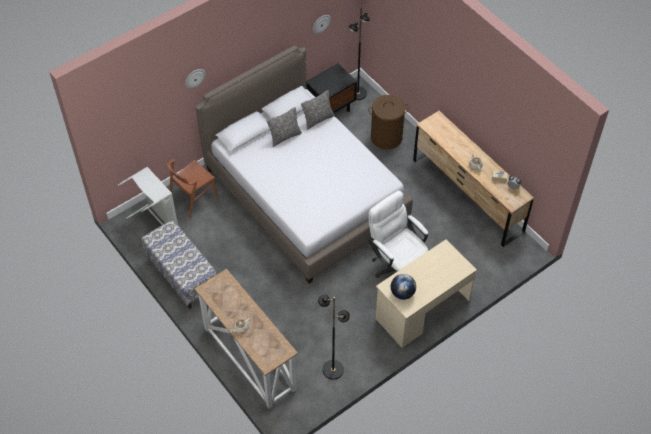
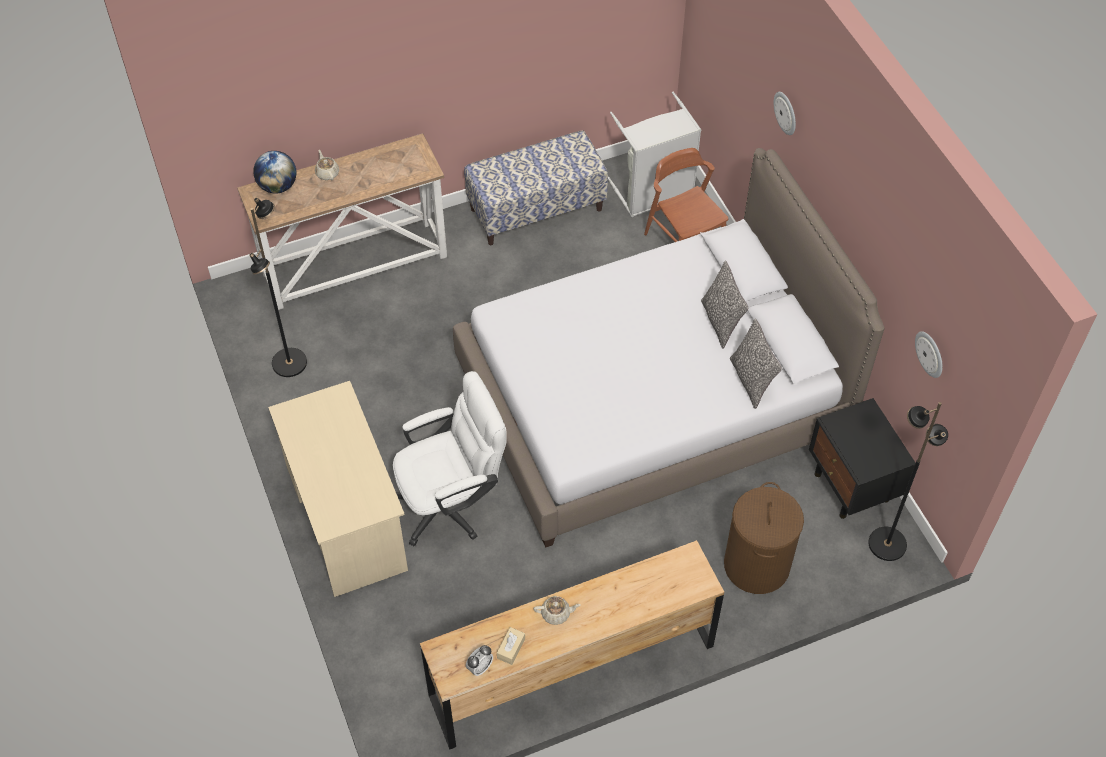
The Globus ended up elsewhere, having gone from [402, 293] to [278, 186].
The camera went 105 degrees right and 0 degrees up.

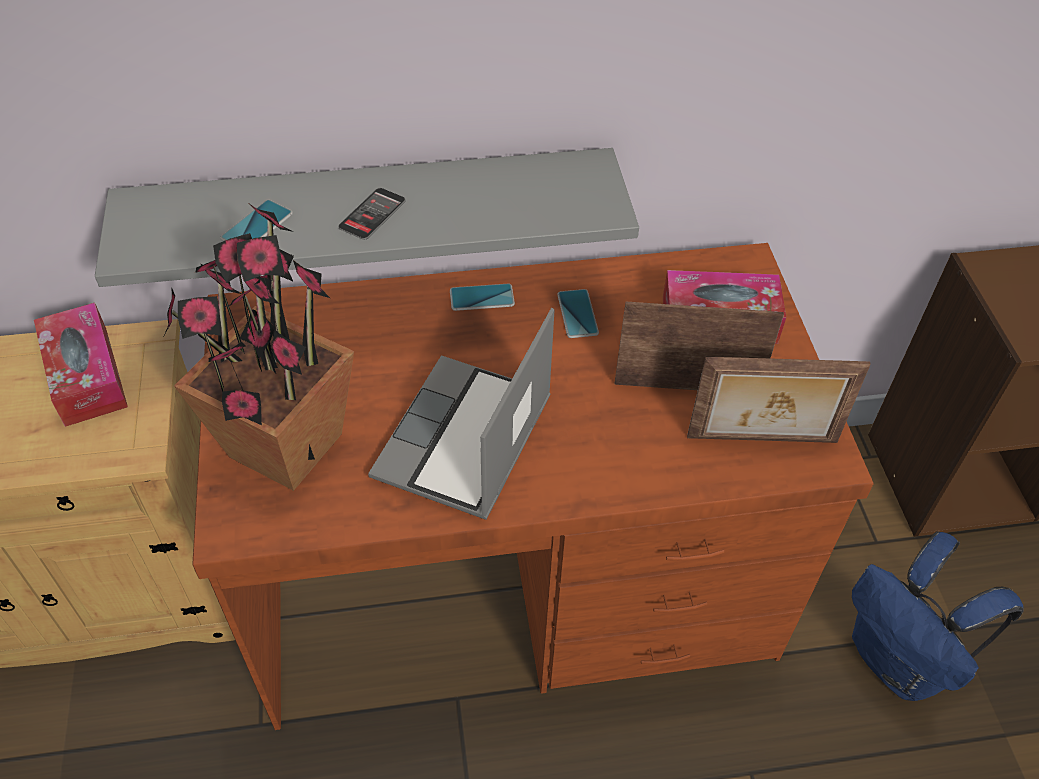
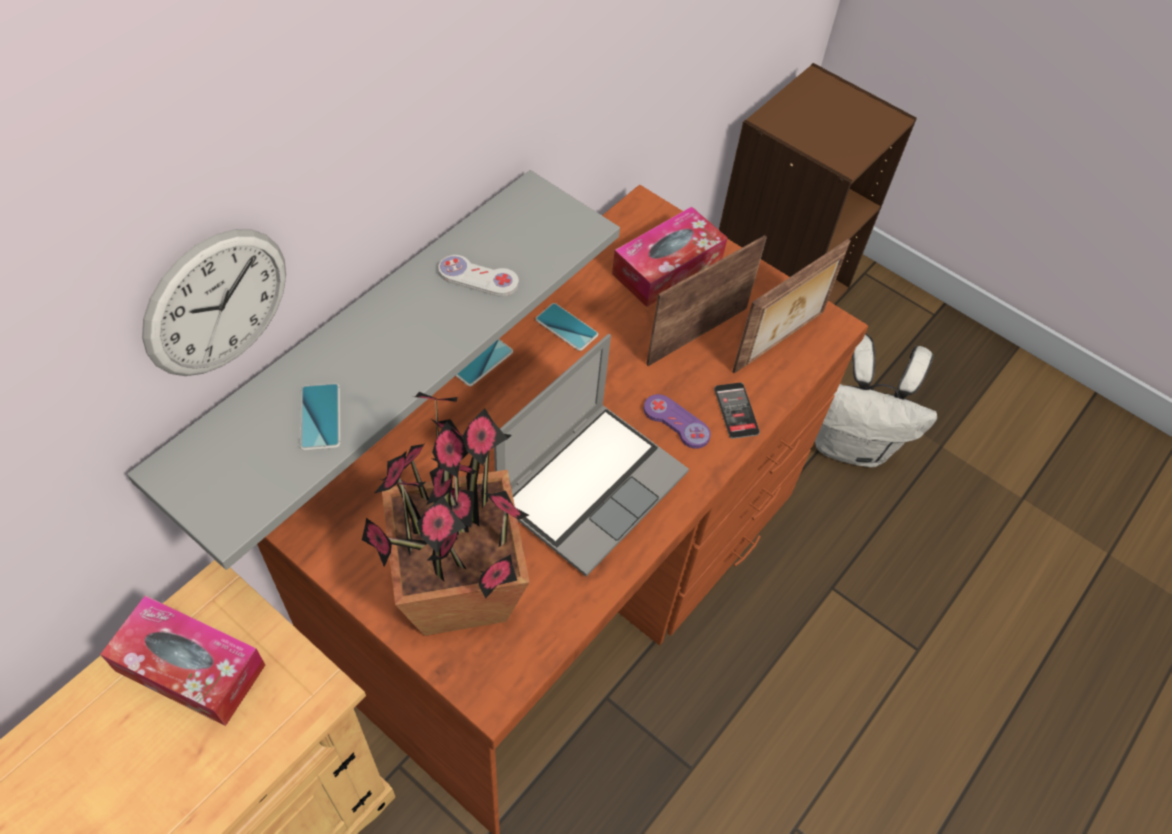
The Handy ended up elsewhere, having gone from [372, 214] to [736, 411].
The Laptop at [465, 441] ended up facing another way, 120 degrees counterclockwise from before.
What was the Rucksack/blau at [899, 662] turned into the Rucksack/weiß at [851, 443].
The second view gained the Wanduhr at [217, 303].
The second view gained the Gamepad/weiß at [478, 277].
The second view gained the Gamepad/lila at [676, 422].
The camera went 45 degrees left and 5 degrees up.

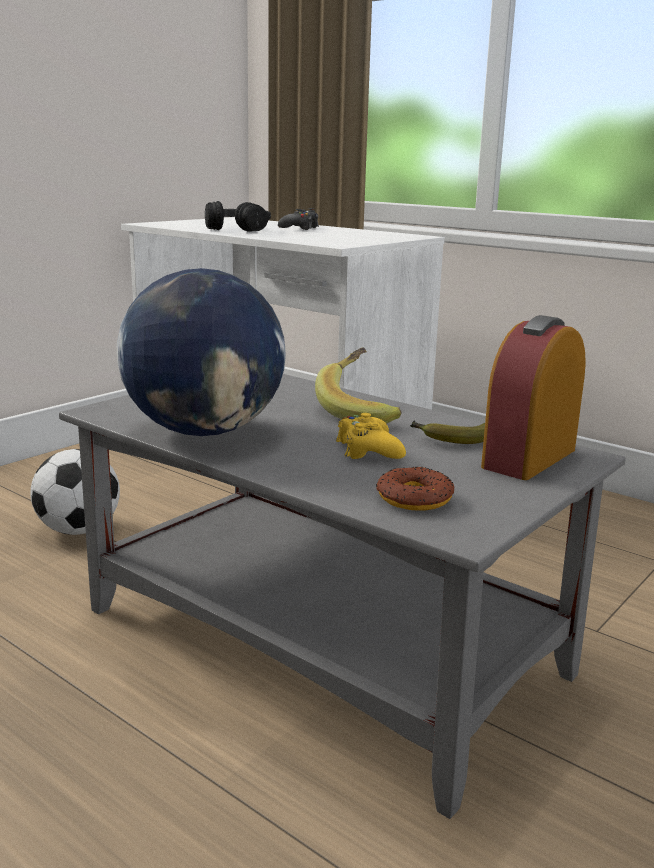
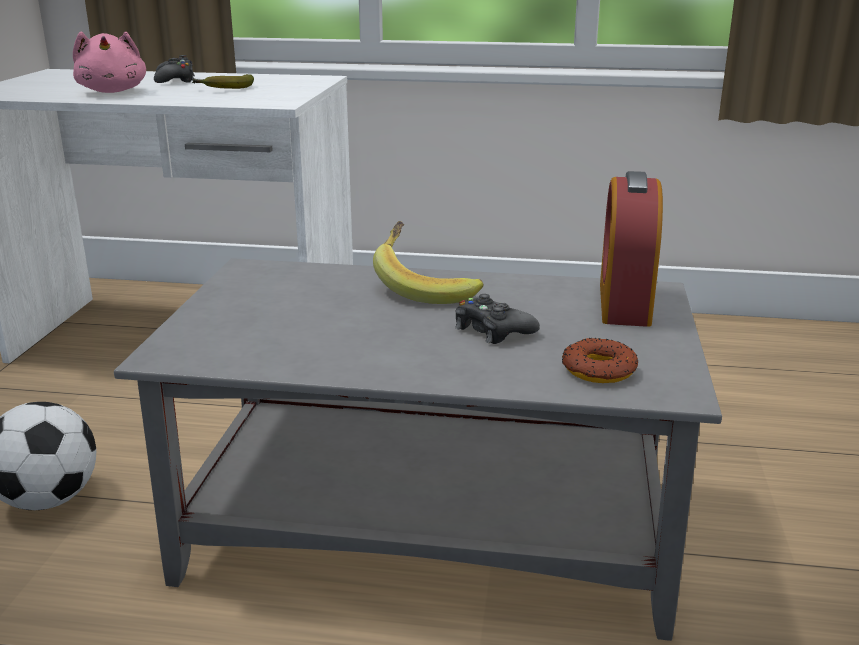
The second view lost the Globus at [205, 431].
Where the Kopfhörer/schwarz stood at [238, 229], the Plüschtier/rosa came to stand at [113, 91].
What was the Gamepad/gelb at [368, 449] turned into the Gamepad/schwarz at [492, 330].
The Banane ended up elsewhere, having gone from [452, 439] to [225, 88].
The camera went 30 degrees left and 5 degrees up.

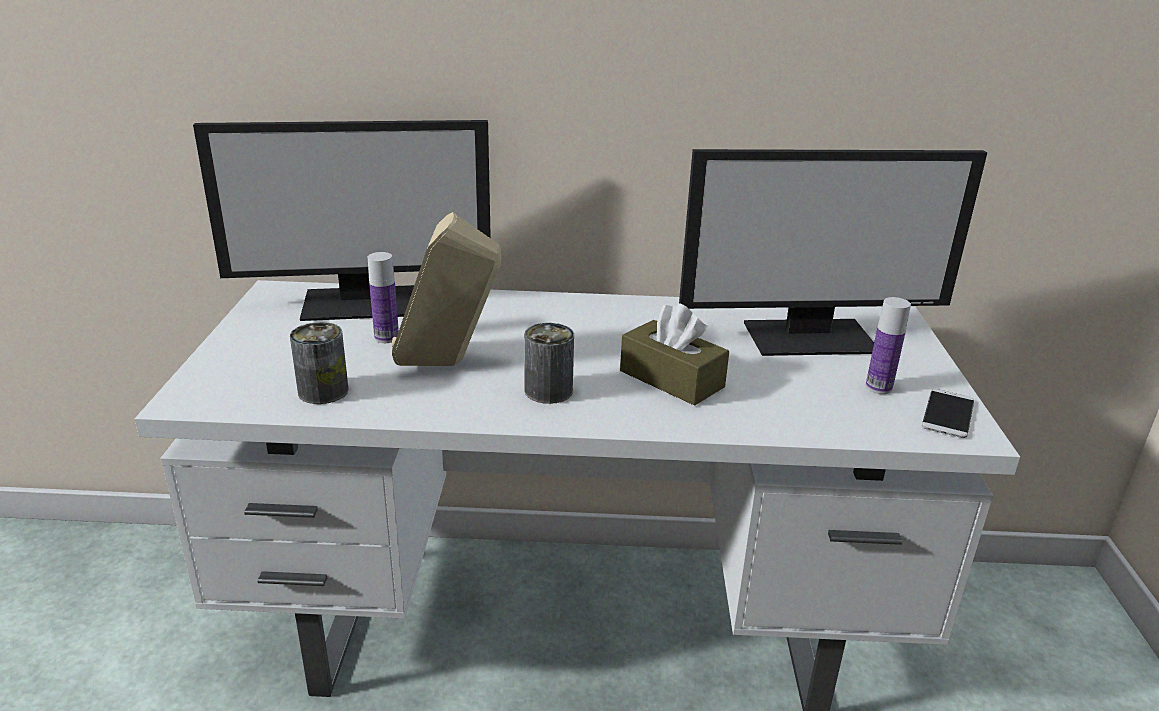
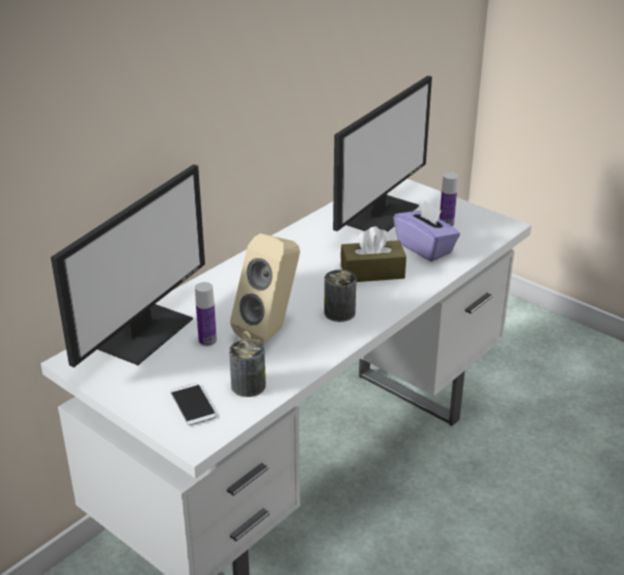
The Handy ended up elsewhere, having gone from [948, 414] to [193, 405].
The second view gained the Taschentuchbox/lila at [425, 248].
The camera went 50 degrees left and 5 degrees up.

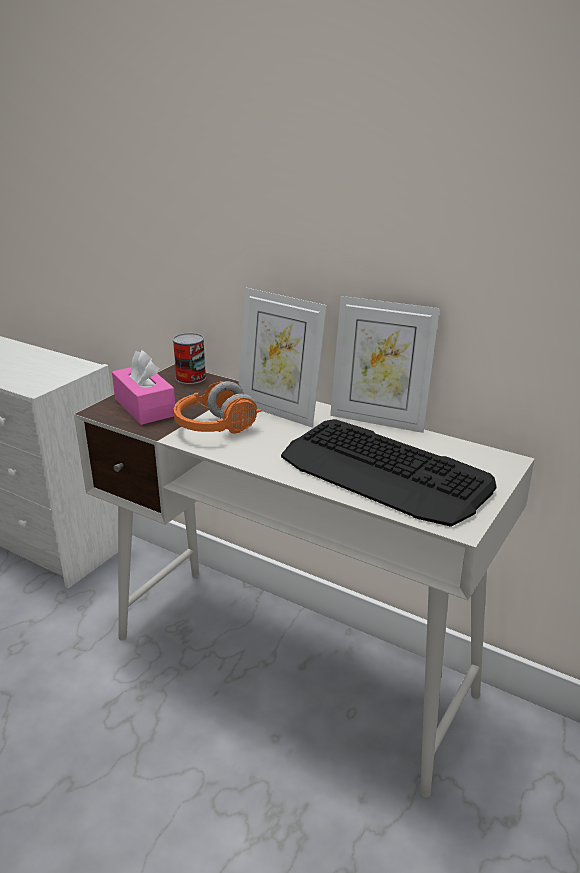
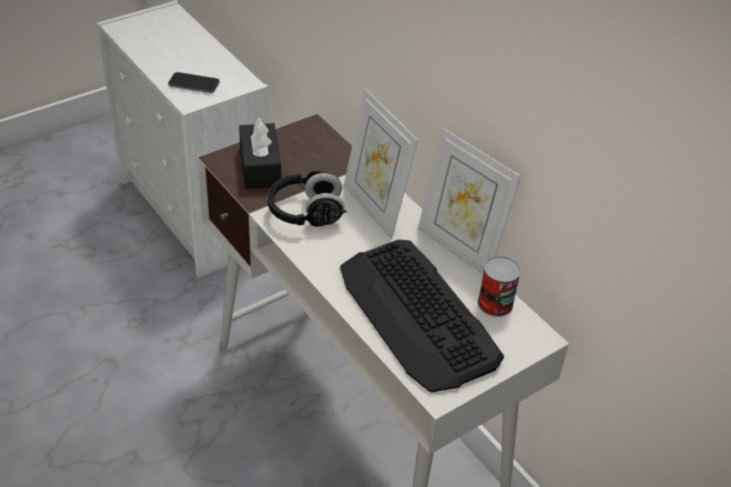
What was the Taschentuchbox/rosa at [145, 407] turned into the Taschentuchbox/schwarz at [260, 167].
The Dose ended up elsewhere, having gone from [191, 378] to [495, 303].
What was the Kopfhörer/orange at [216, 428] turned into the Kopfhörer/schwarz at [306, 213].
The second view gained the Handy at [194, 84].
The camera went 20 degrees right and 15 degrees up.

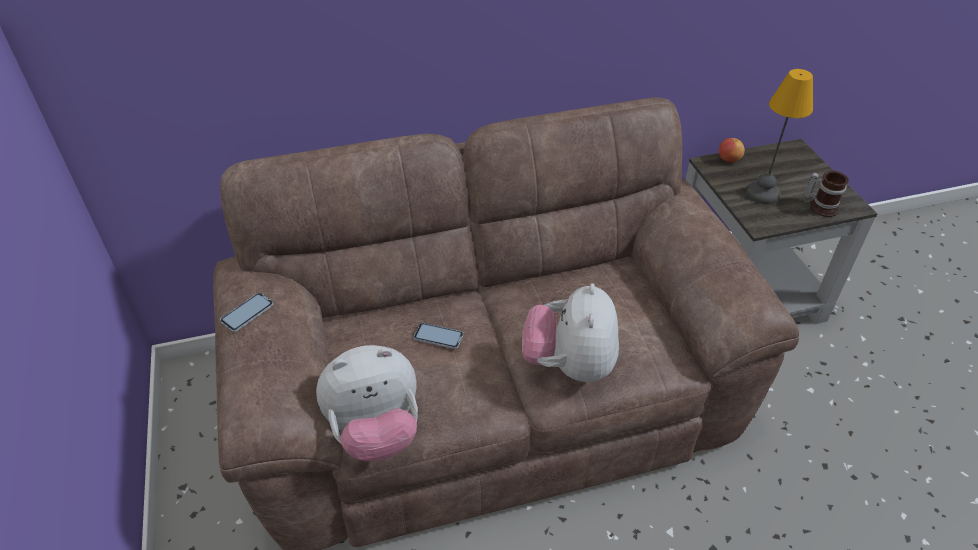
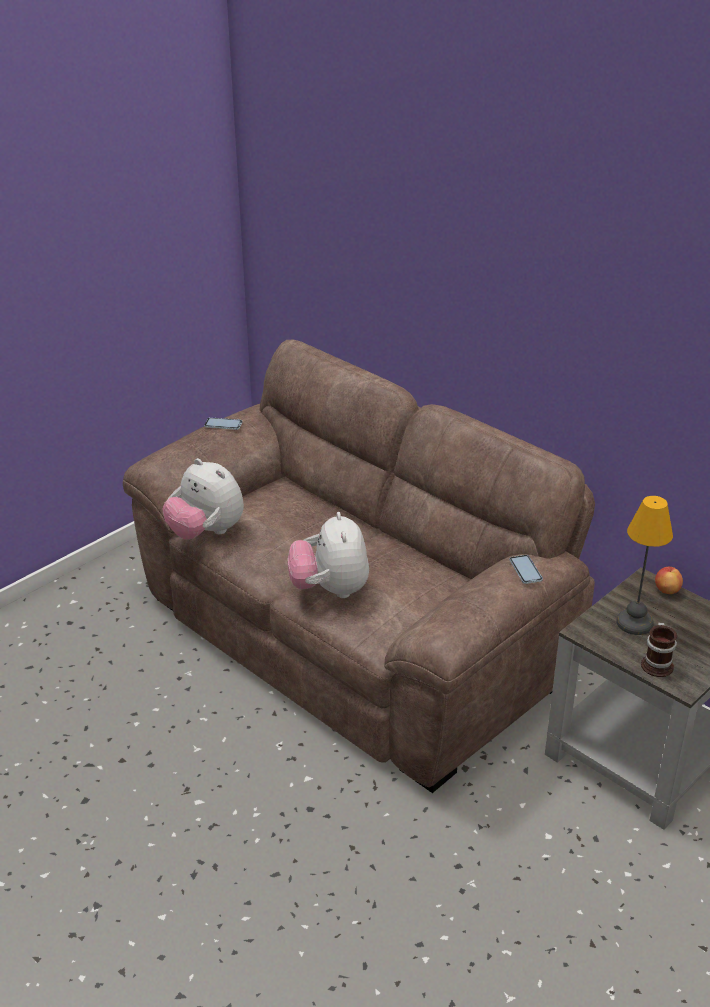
The Handy ended up elsewhere, having gone from [438, 336] to [525, 570].
The Plüschtier at [569, 365] ended up facing another way, 75 degrees counterclockwise from before.
The camera went 60 degrees right and 10 degrees down.

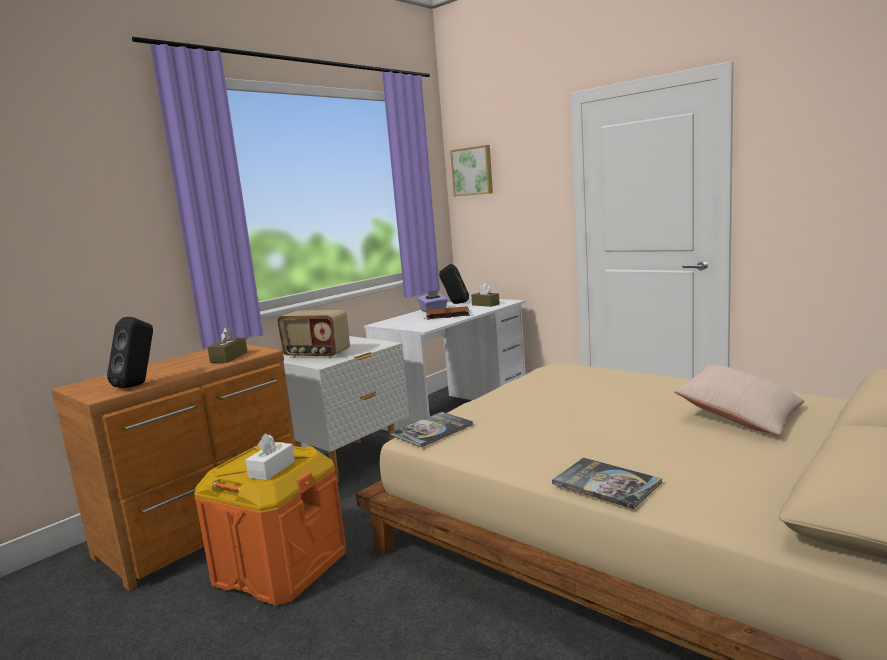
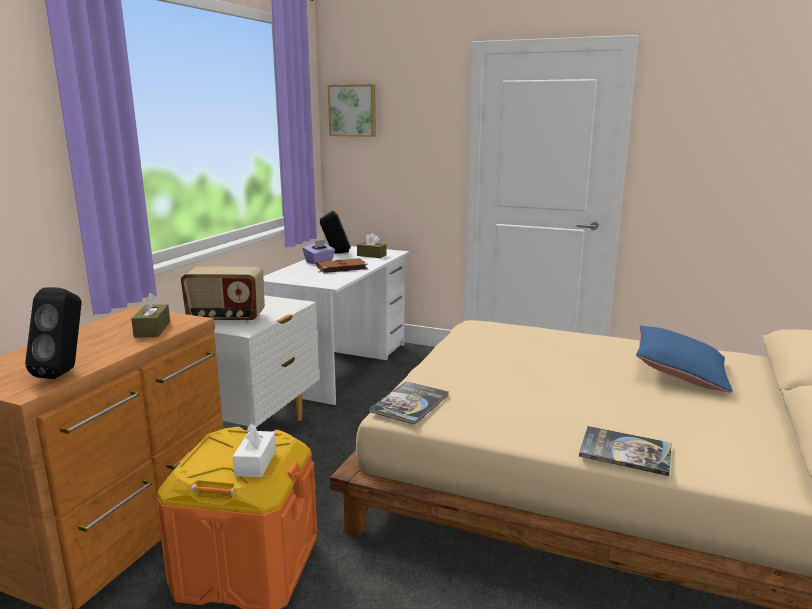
What was the Kissen/beige at [739, 416] turned into the Kissen/blau at [679, 373].
The camera went 20 degrees left and 5 degrees up.

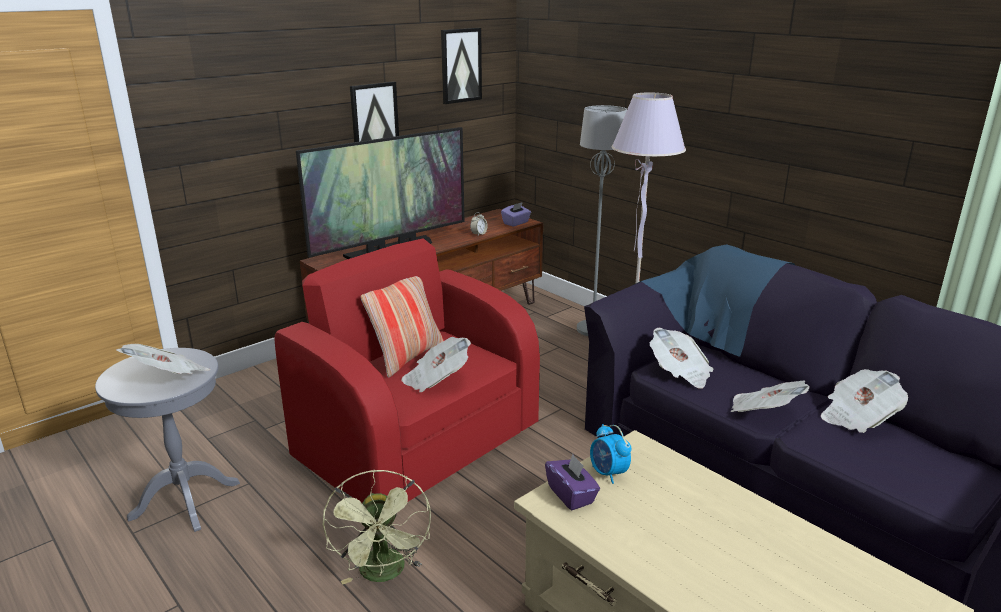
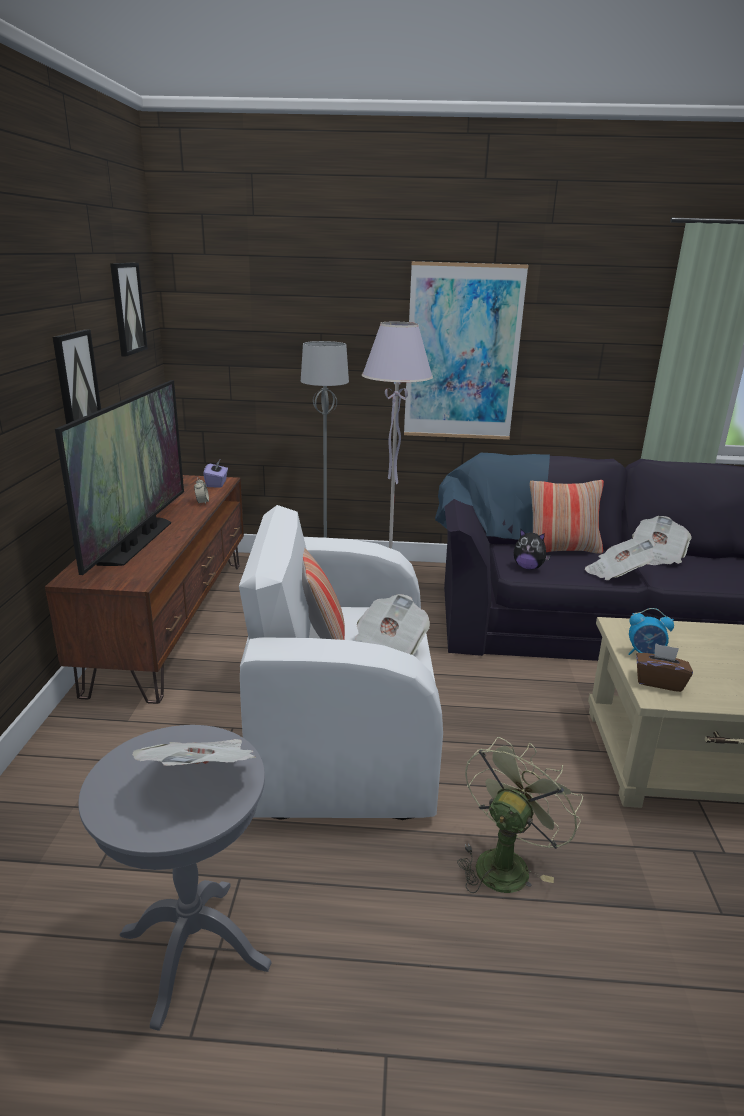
What was the Sessel/rot at [419, 442] turned into the Sessel/weiß at [341, 733].
The Ventilator/grün at [384, 574] ended up facing another way, 90 degrees counterclockwise from before.
What was the Taschentuchbox/lila at [571, 495] turned into the Taschentuchbox/braun at [659, 681].
Where the Zeitung stood at [680, 373], the Plüschtier came to stand at [528, 567].
The second view gained the Bild at [462, 353].
The second view gained the Kissen at [562, 549].
The camera went 45 degrees left and 0 degrees up.

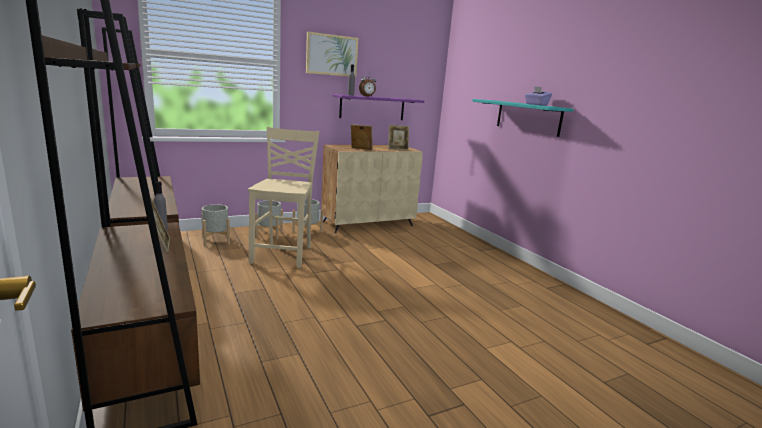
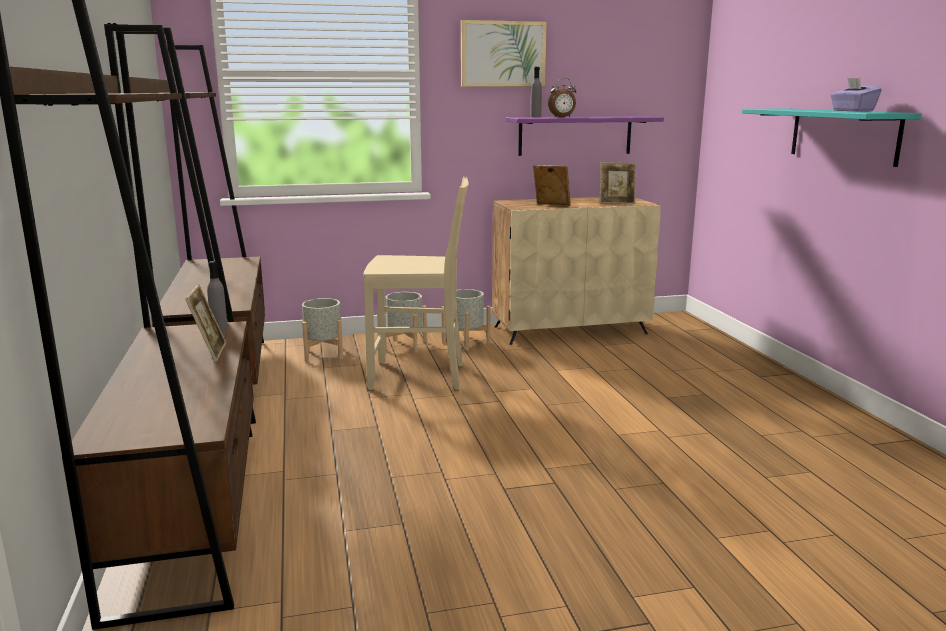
The Stuhl/beige at [284, 254] ended up facing another way, 75 degrees clockwise from before.
The camera went 15 degrees right and 0 degrees up.

